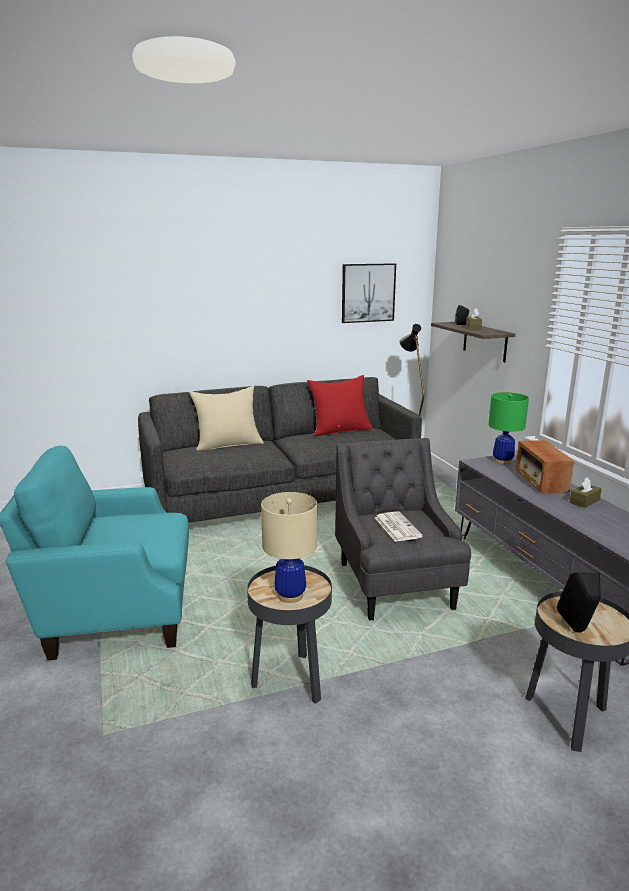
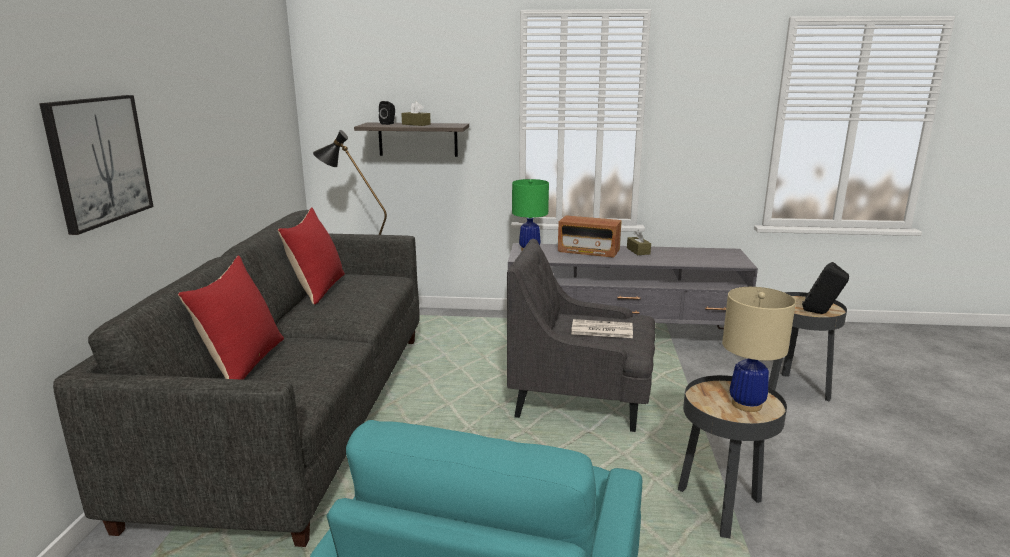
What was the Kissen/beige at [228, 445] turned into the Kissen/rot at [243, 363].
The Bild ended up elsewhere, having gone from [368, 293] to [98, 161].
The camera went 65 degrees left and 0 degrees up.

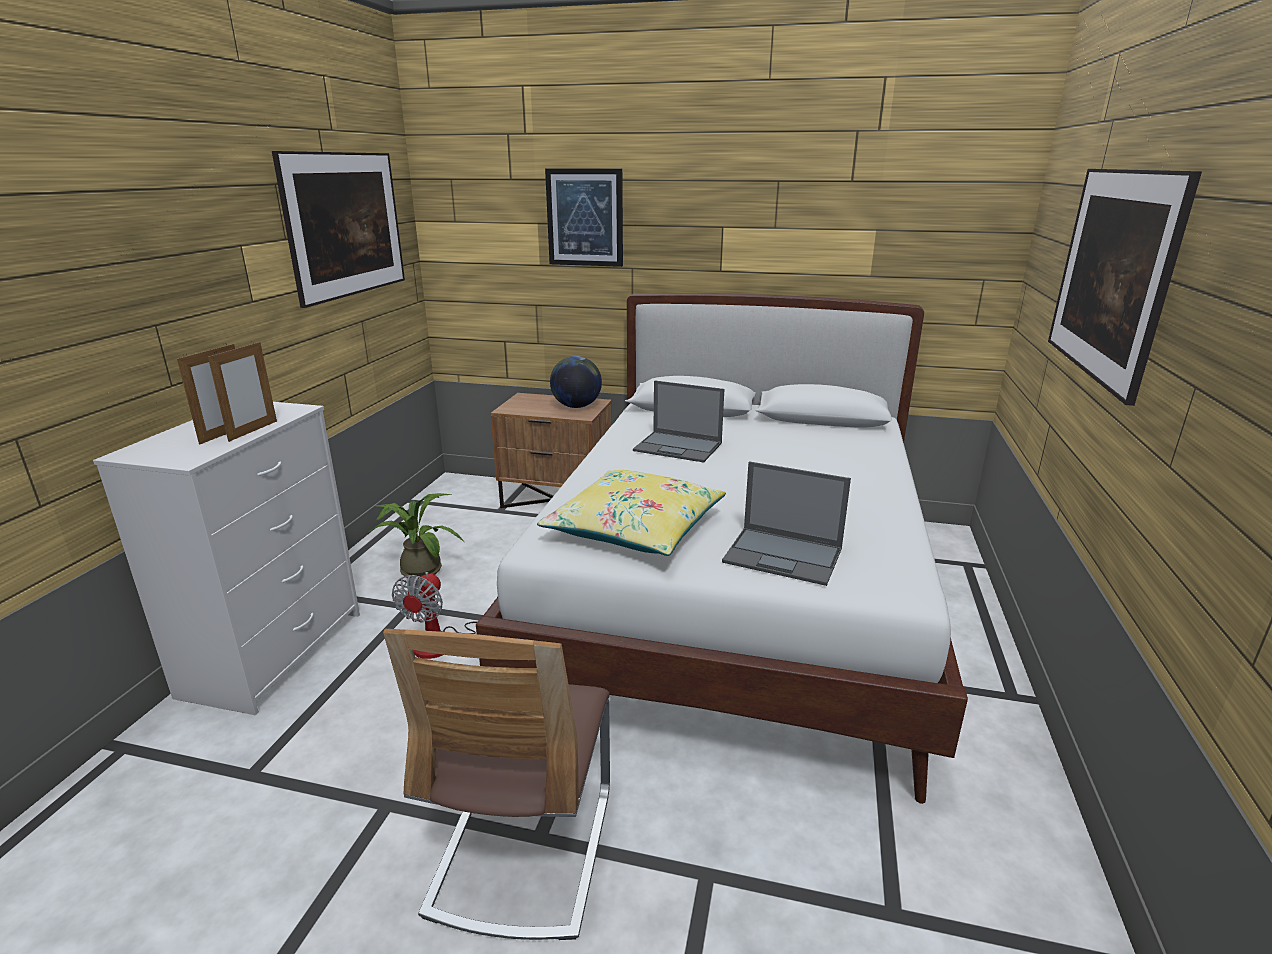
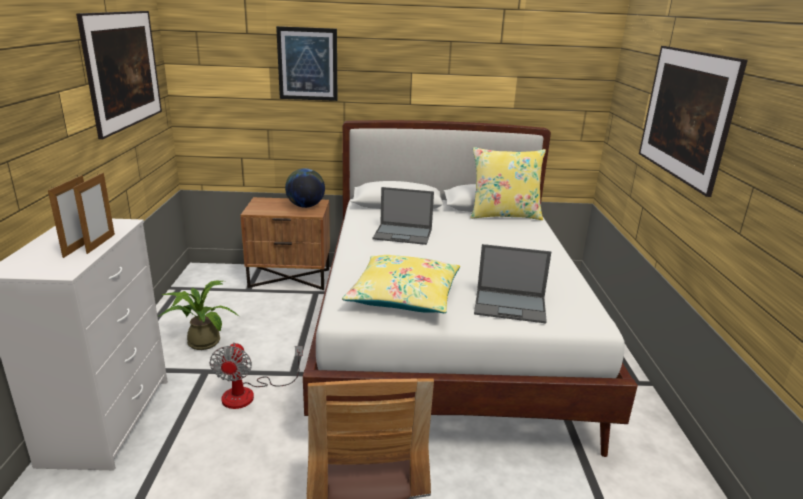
The second view gained the Kissen/gelb at [504, 215].
The camera went 15 degrees left and 0 degrees up.

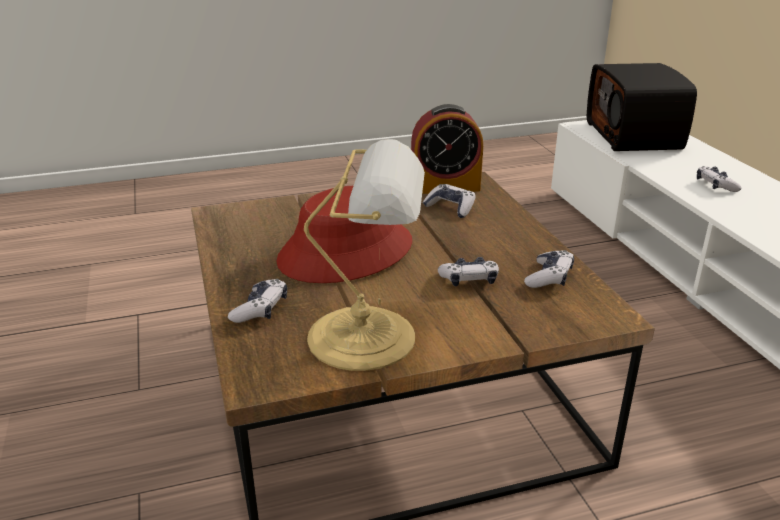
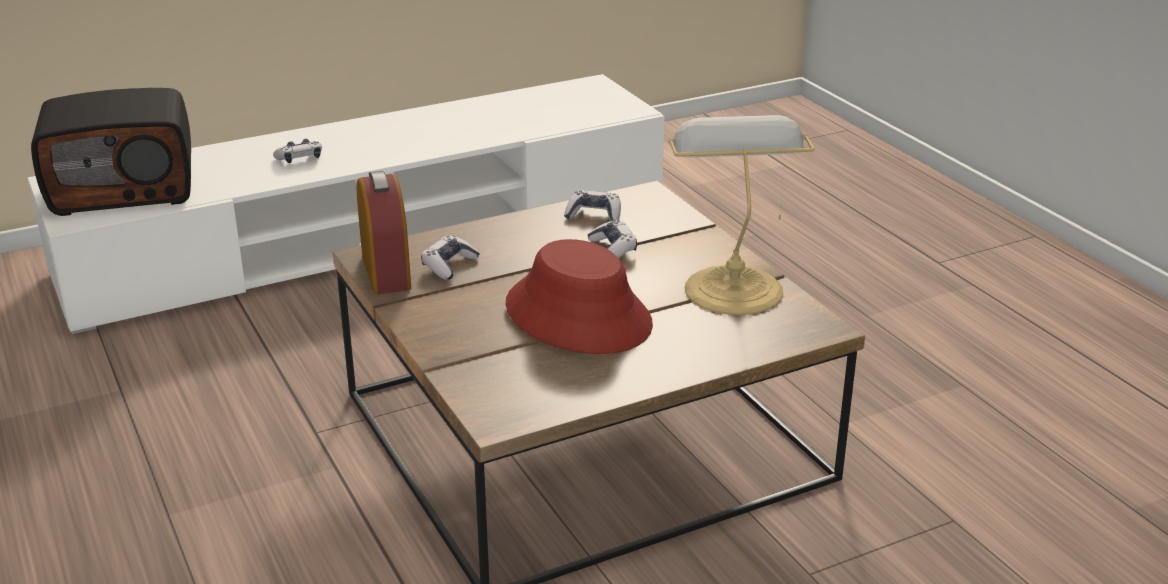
The second view lost the Gamepad at [260, 309].
The camera went 100 degrees left and 0 degrees up.

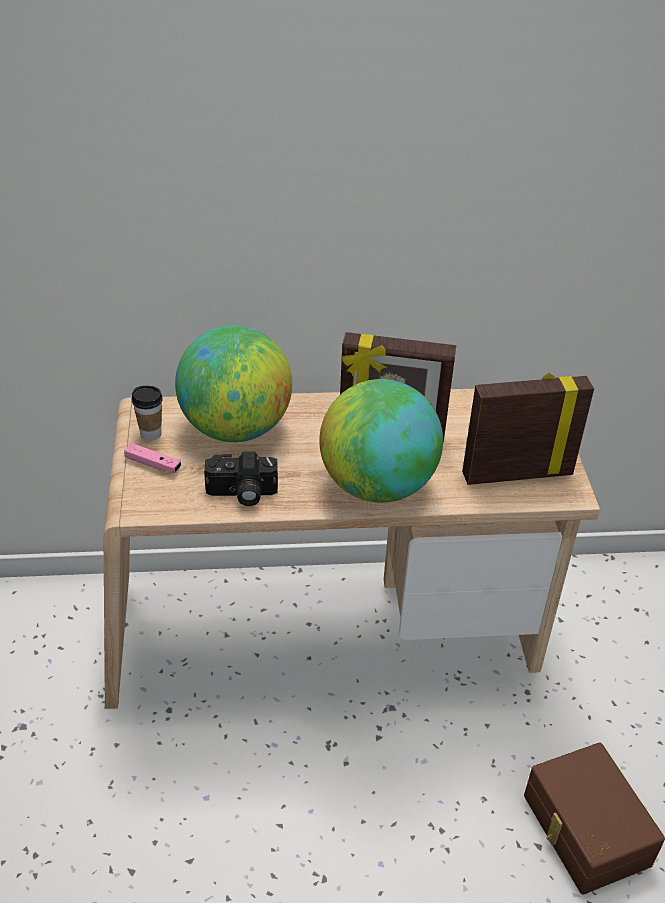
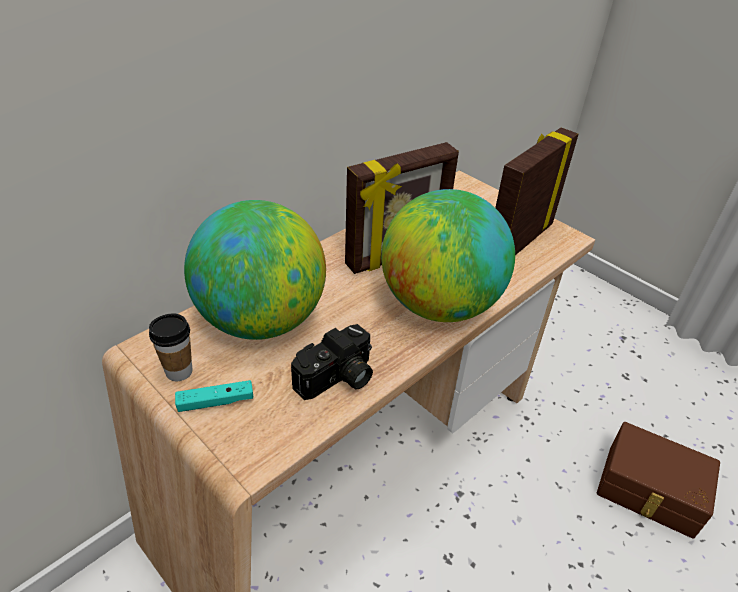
What was the Gamepad/rosa at [153, 464] turned into the Gamepad/türkis at [215, 402].
The camera went 40 degrees left and 0 degrees up.

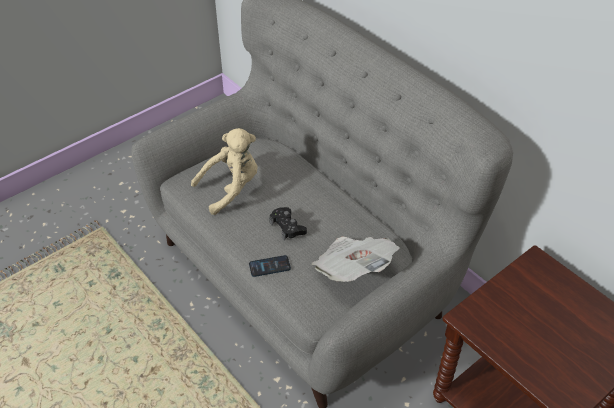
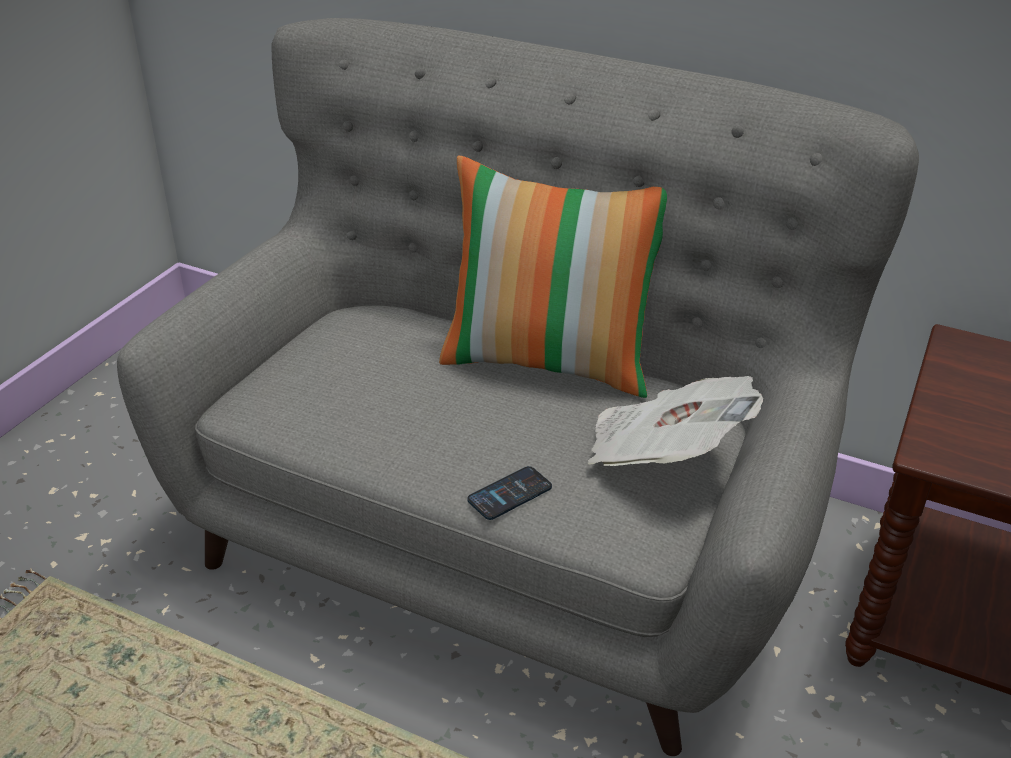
The second view lost the Plüschtier/beige at [231, 188].
The second view lost the Gamepad/schwarz at [287, 227].
The second view gained the Kissen at [549, 361].
The camera went 25 degrees left and 10 degrees down.

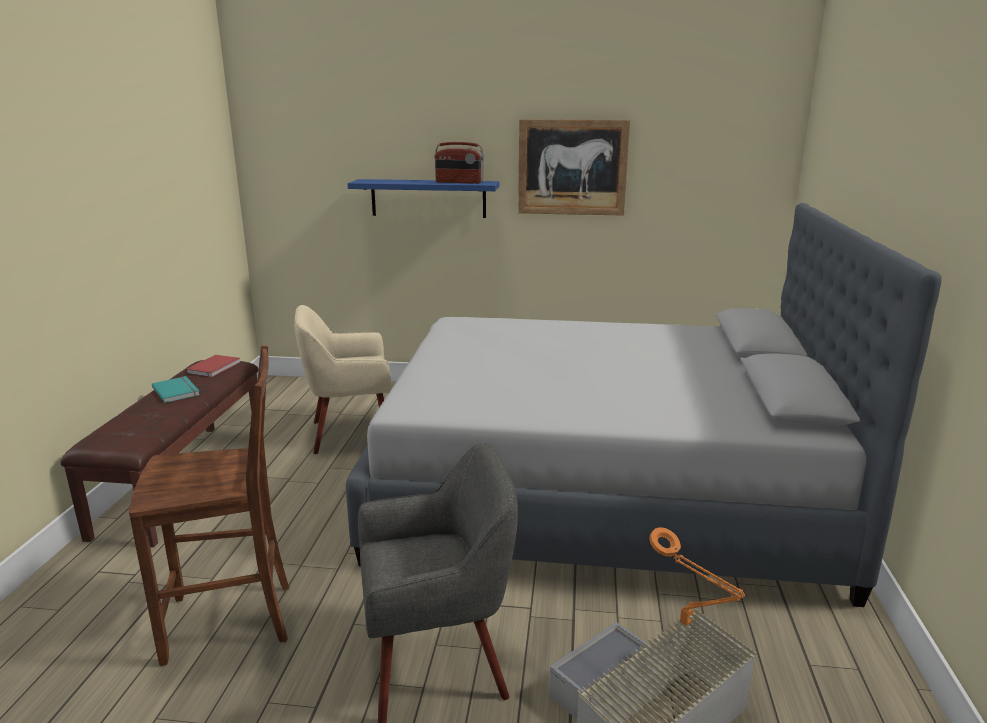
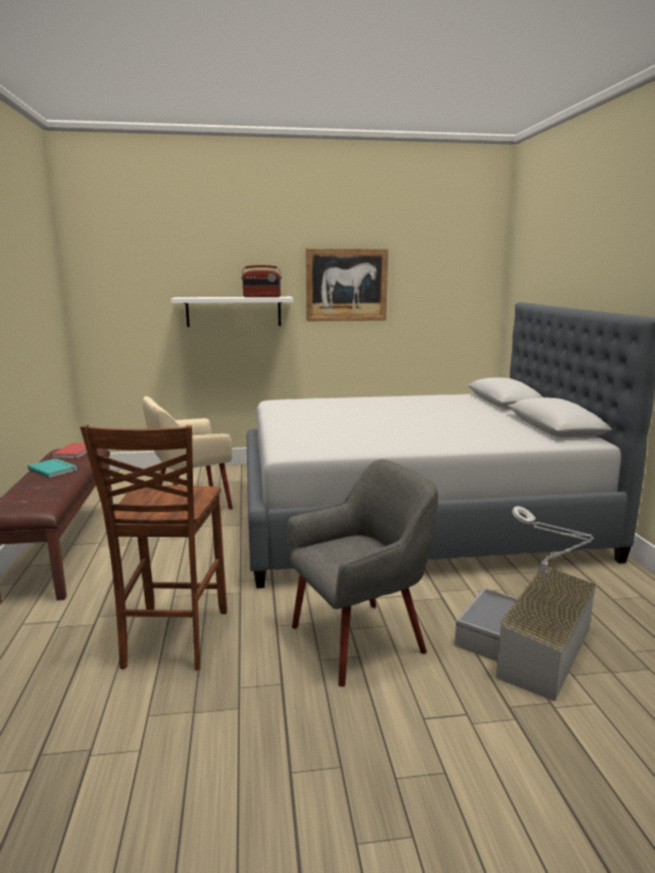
The Stuhl/braun at [232, 621] ended up facing another way, 120 degrees clockwise from before.
What was the Wandregal/blau at [428, 198] turned into the Wandregal/weiß at [233, 311].
What was the Tischlampe/orange at [688, 624] turned into the Tischlampe/grau at [545, 574].
The camera went 15 degrees left and 5 degrees down.

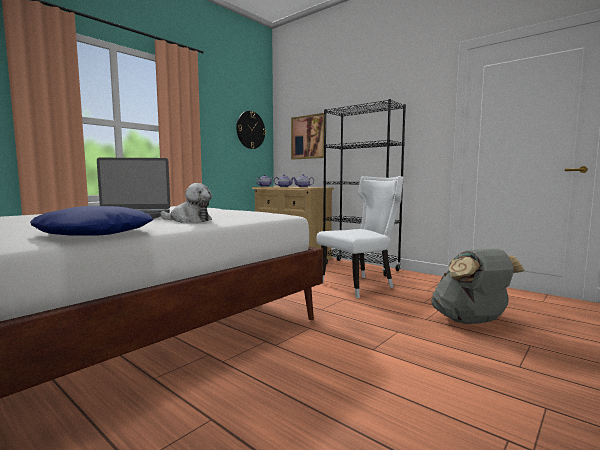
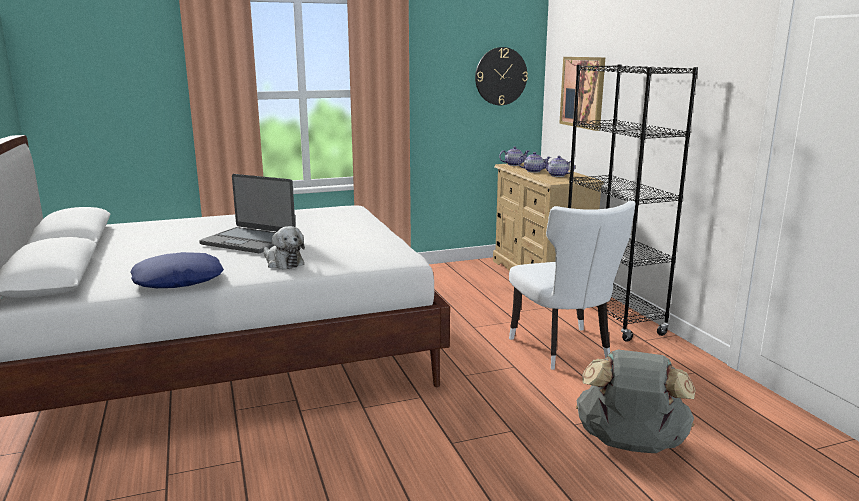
The Stuhl/weiß at [360, 285] ended up facing another way, 75 degrees clockwise from before.
The camera went 30 degrees right and 10 degrees up.

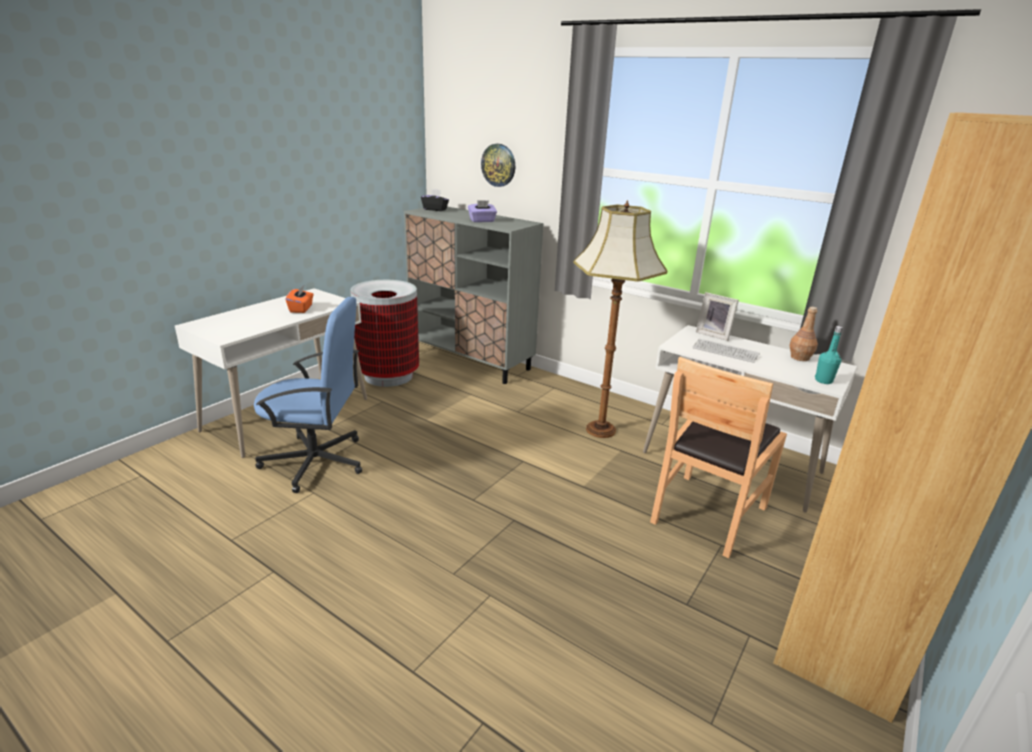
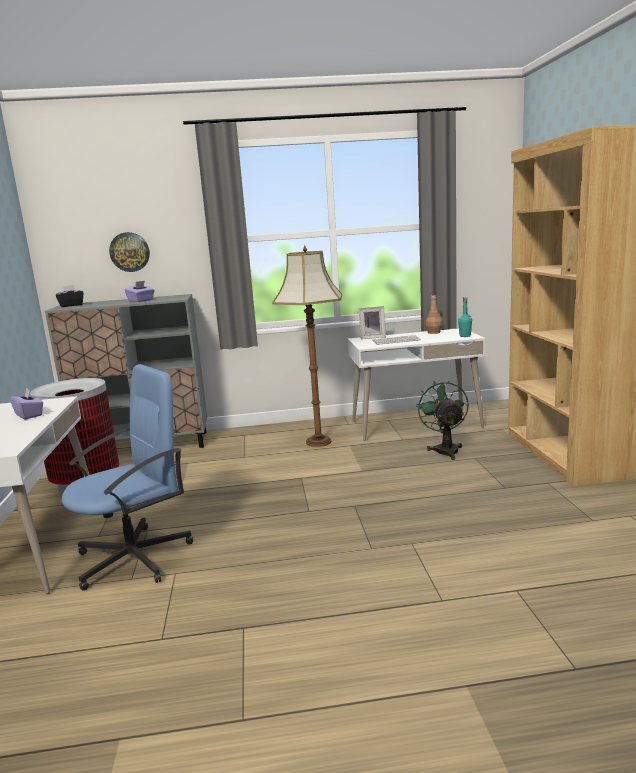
What was the Taschentuchbox/orange at [301, 309] turned into the Taschentuchbox/lila at [29, 415].
Where the Stuhl/braun stood at [707, 513], the Ventilator/grün came to stand at [445, 449].
The camera went 40 degrees left and 10 degrees down.

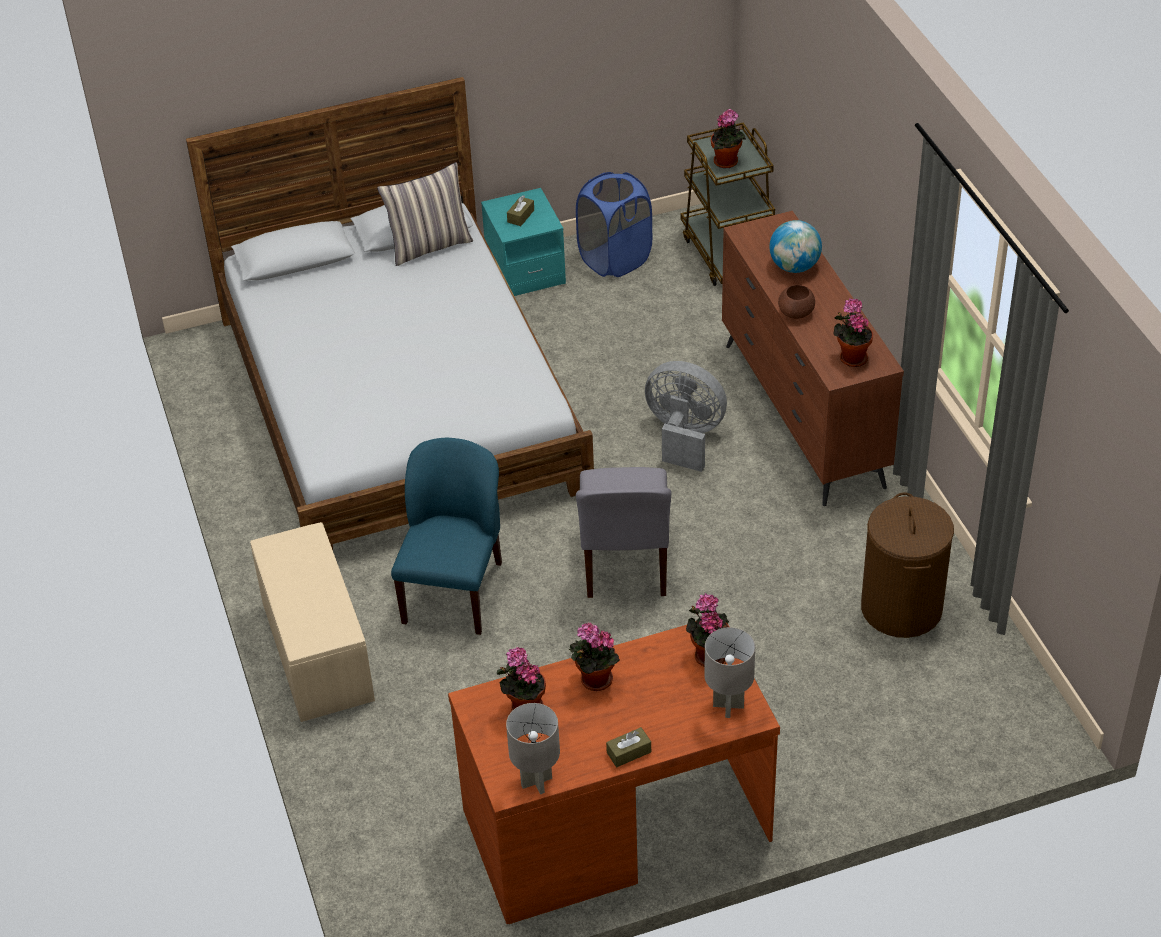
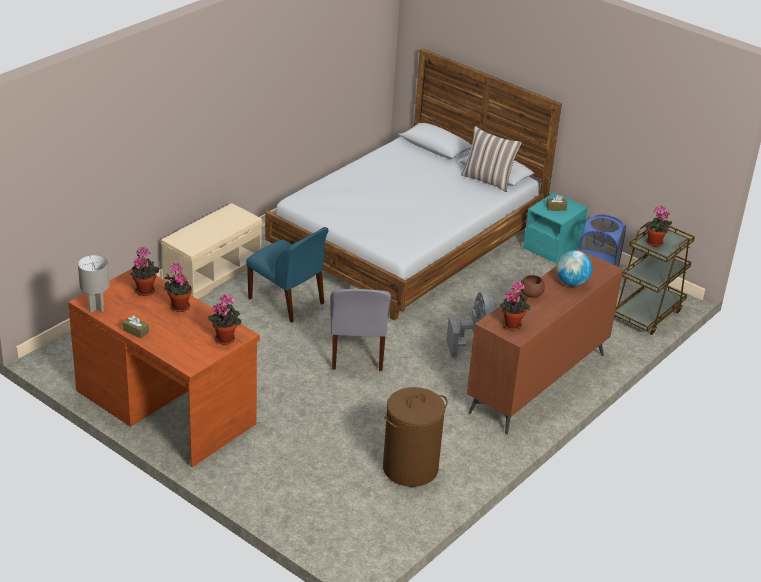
The Stuhl/blau at [454, 591] ended up facing another way, 60 degrees clockwise from before.
The Stuhl/grau at [625, 563] ended up facing another way, 60 degrees counterclockwise from before.
The second view lost the Tischlampe/grau at [728, 705].
The camera went 55 degrees right and 10 degrees down.

